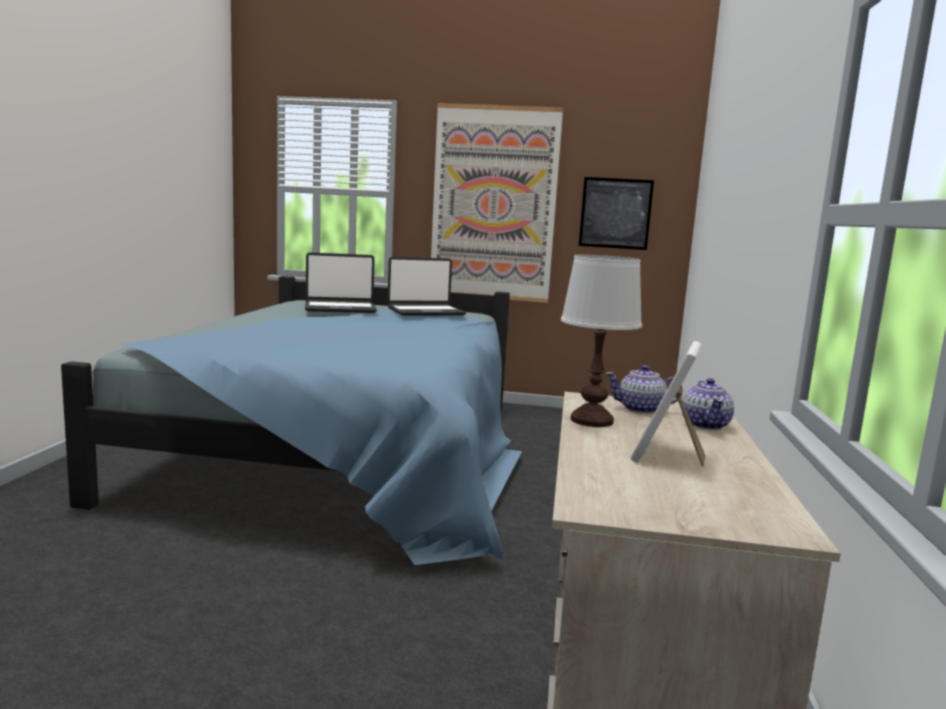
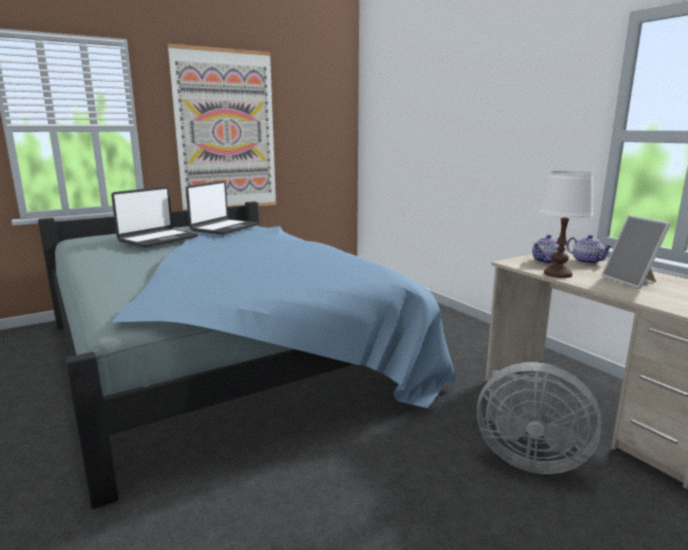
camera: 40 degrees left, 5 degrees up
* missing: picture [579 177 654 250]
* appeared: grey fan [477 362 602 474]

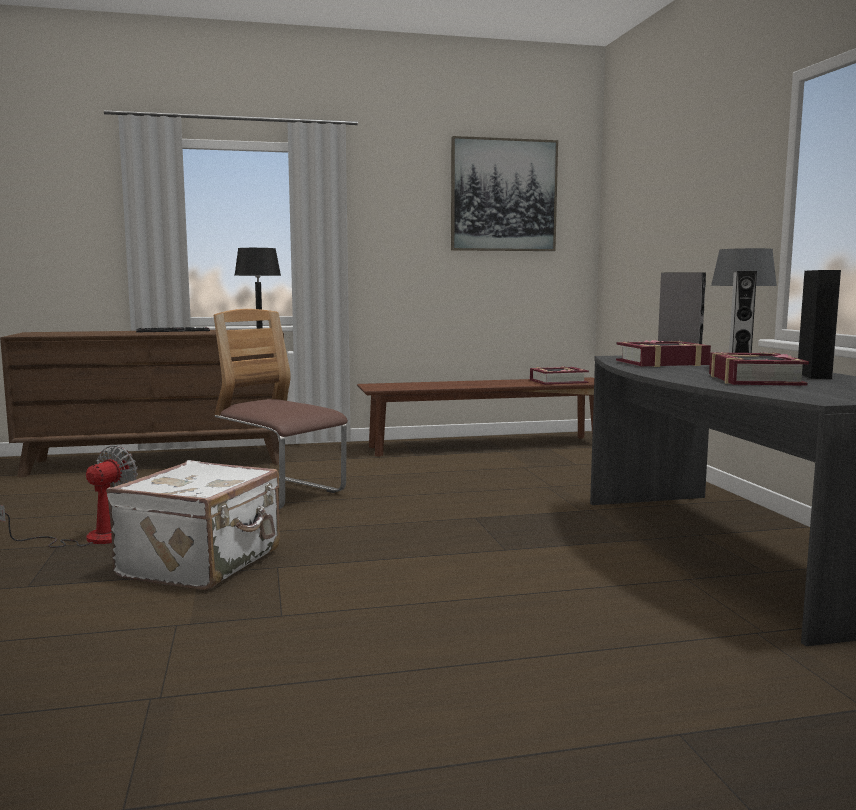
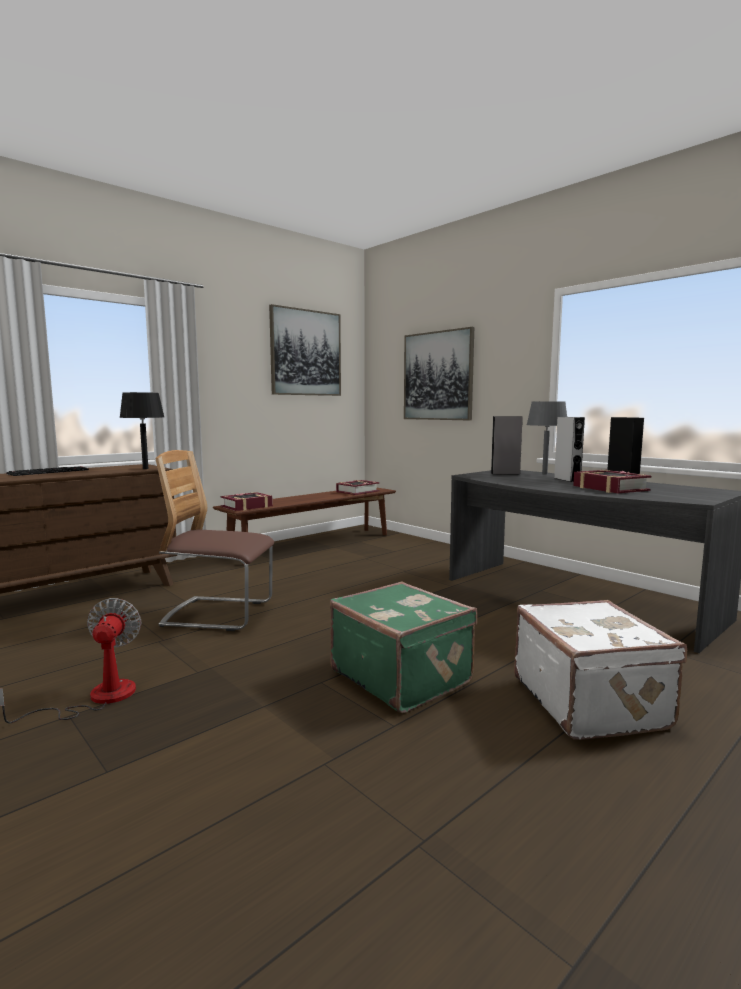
camera: 30 degrees left, 0 degrees up
* relocated: white suitcase [106 460 280 590] to [514 600 687 740]
* relocated: book [616 340 711 367] to [221 492 273 511]
* appeared: green suitcase [330 581 478 713]
* appeared: picture [404 327 474 420]

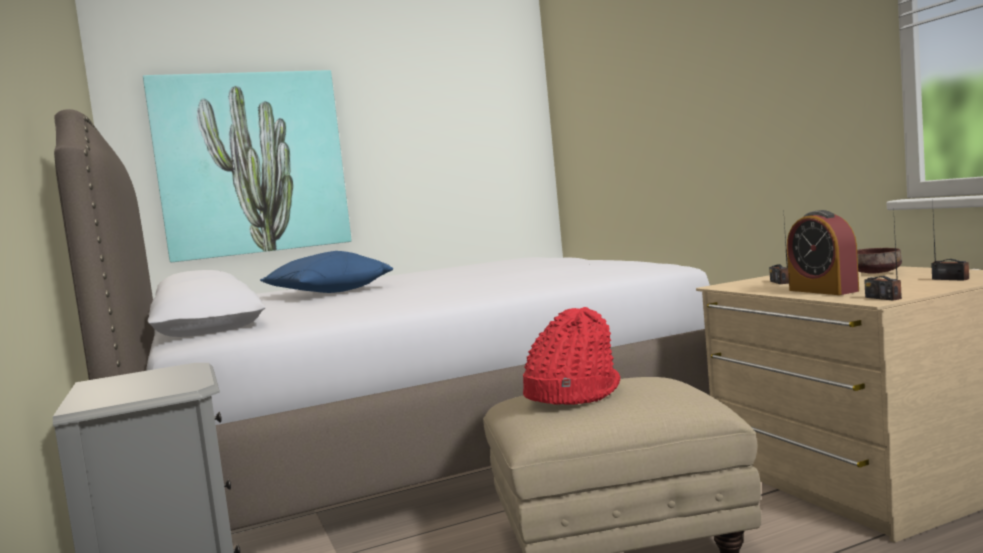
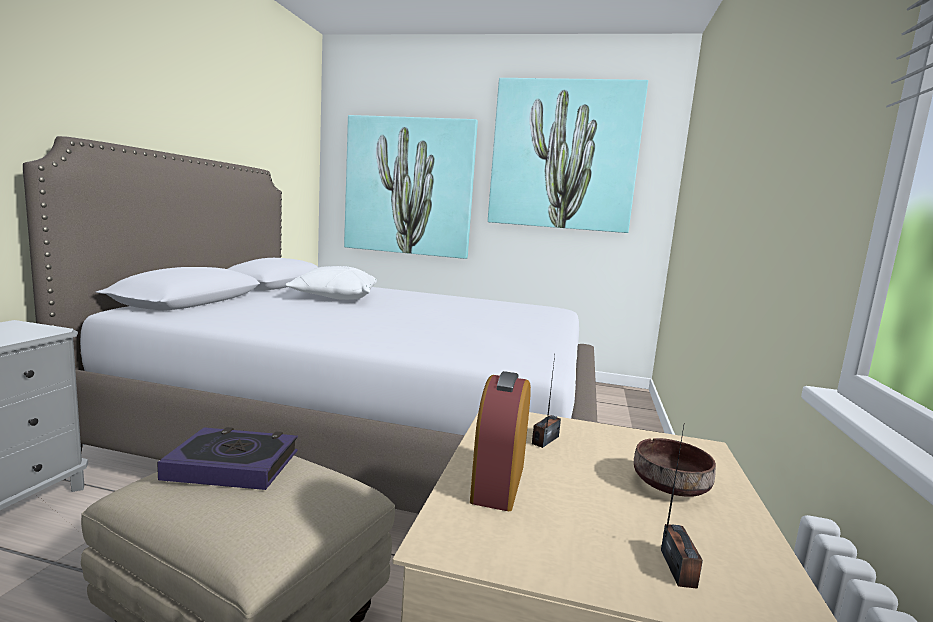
camera: 35 degrees right, 5 degrees up
* colour: blue pillow [260 251 393 293] to white pillow [286 266 377 300]
* exchanged: red hat [523 307 620 405] to book [157 427 298 490]
* missing: radio [864 208 902 301]
* appeared: picture [488 78 648 233]

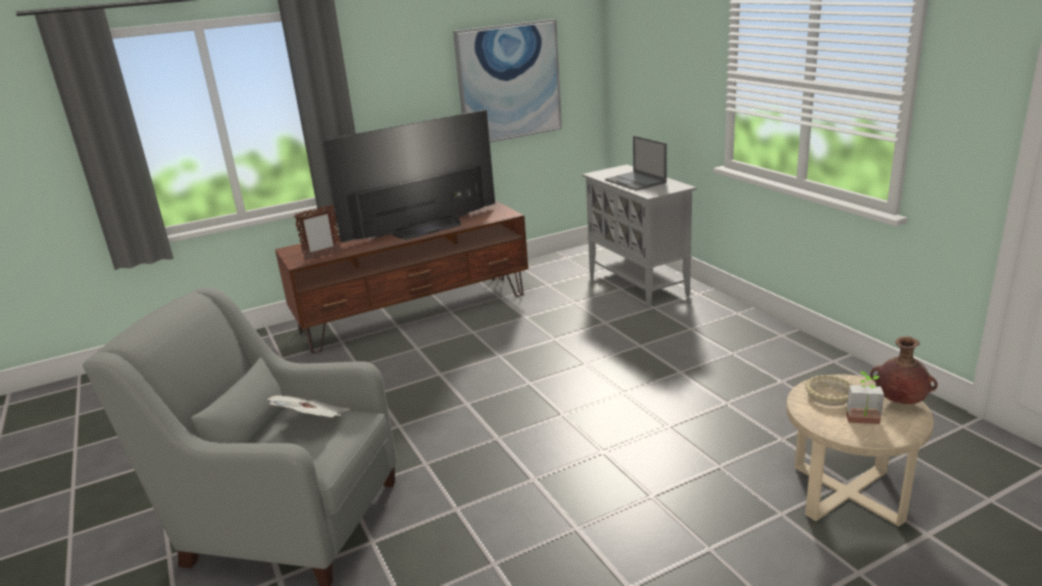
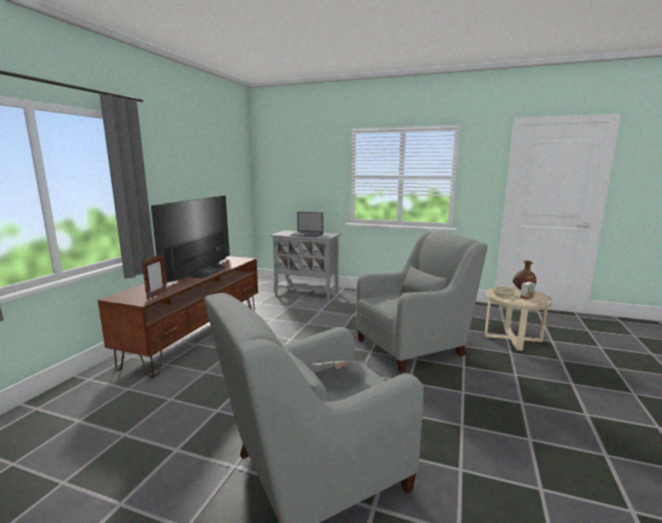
camera: 45 degrees left, 10 degrees down
* missing: picture [453 19 562 142]
* appeared: grey armchair [356 232 488 373]

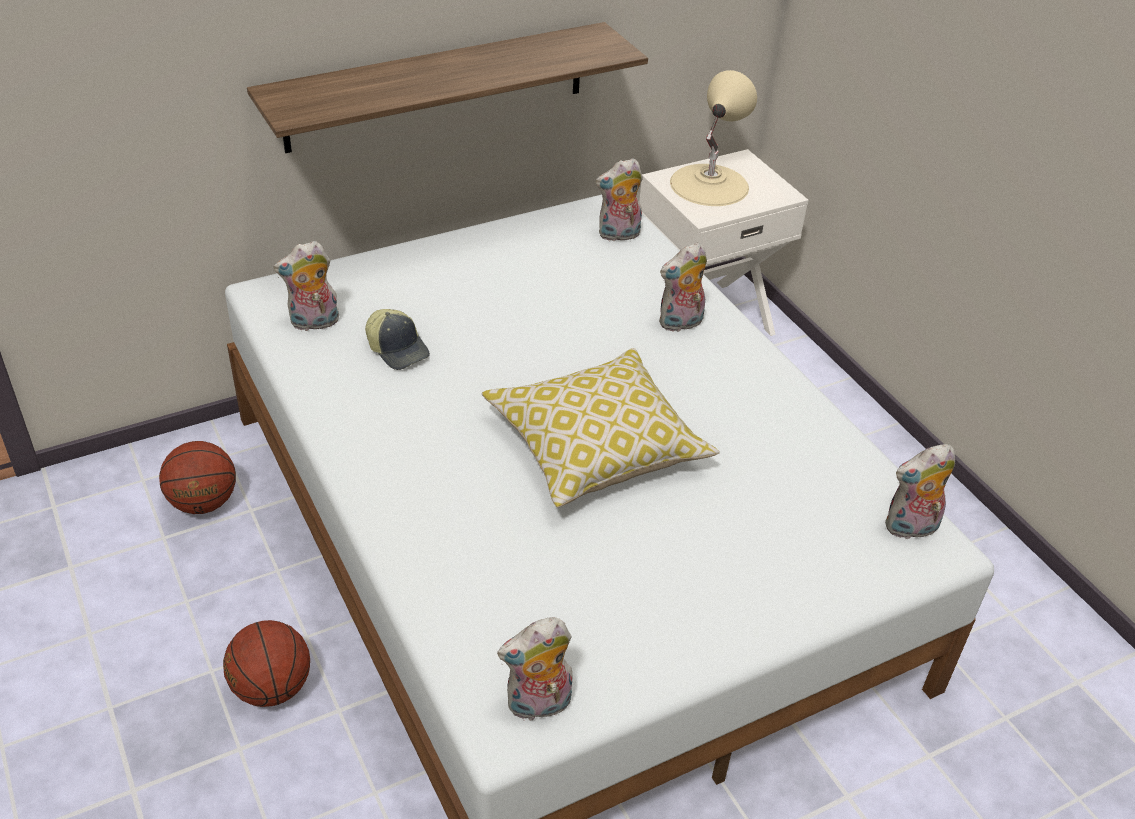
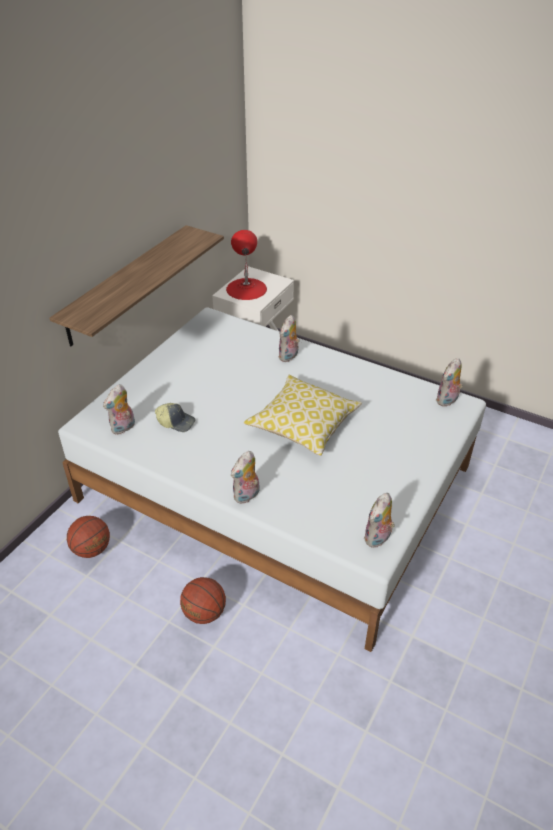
camera: 30 degrees left, 0 degrees up
* relocated: plush toy [596 158 643 241] to [231 451 260 504]
* colour: beige table lamp [670 70 757 206] to red table lamp [226 230 267 300]

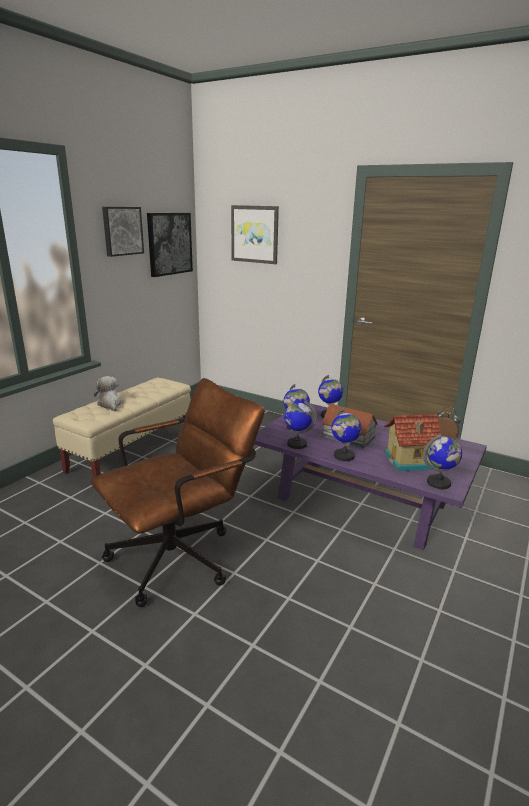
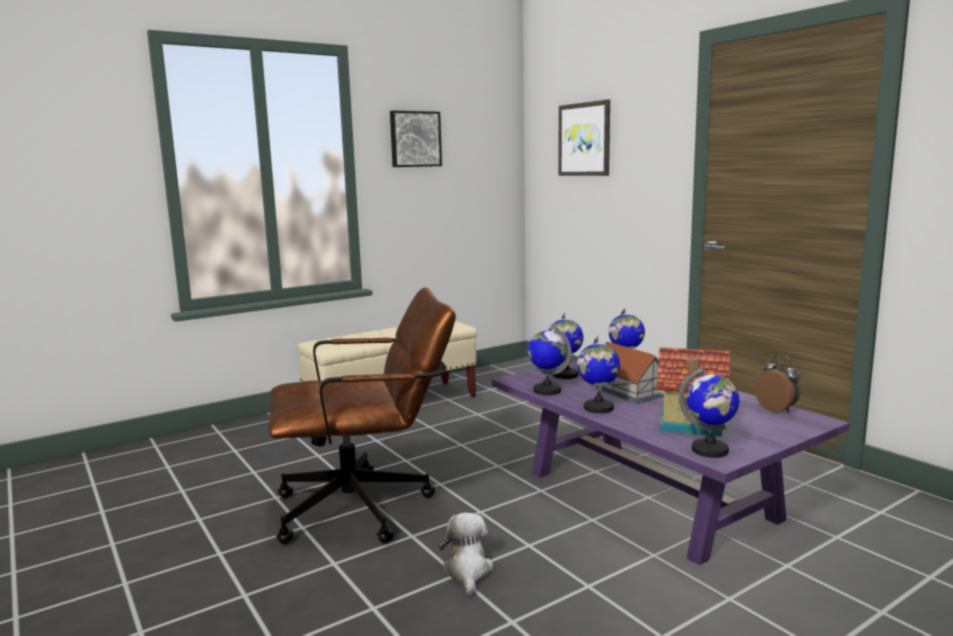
camera: 25 degrees right, 10 degrees down
* relocated: plush toy [94 376 123 412] to [439 513 494 596]
* missing: picture [147 213 193 277]

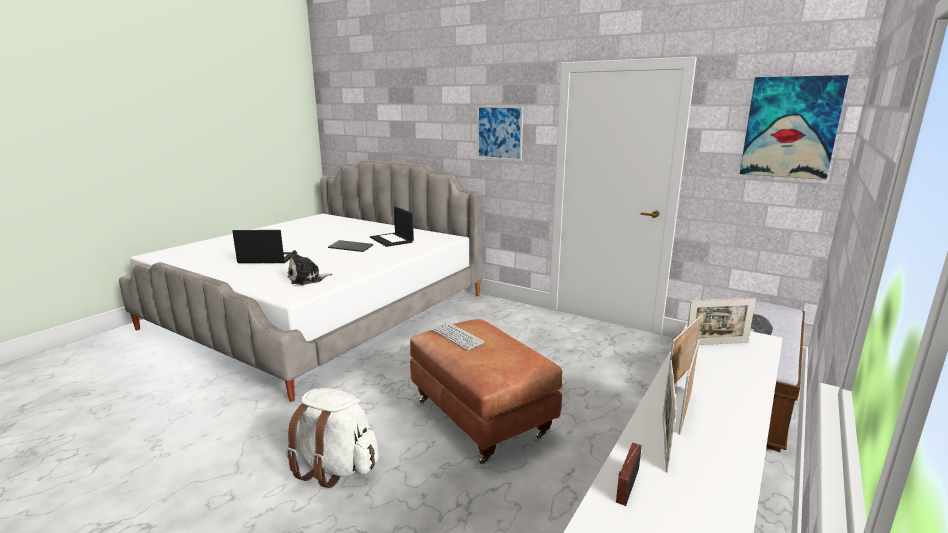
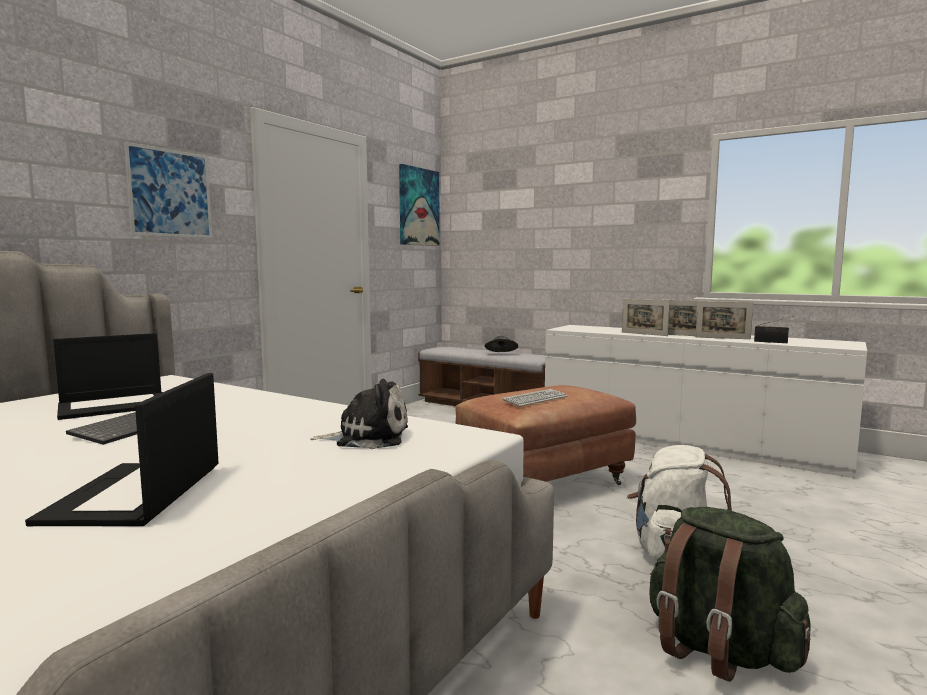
camera: 90 degrees left, 10 degrees down
* spun: plush toy [288 250 332 285] = [310 379 408 449] 60 degrees counterclockwise
* missing: picture frame [687 298 756 345]
* appeared: green backpack [649 507 811 682]

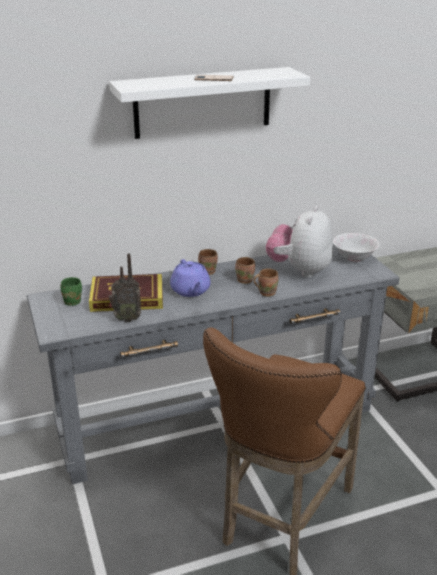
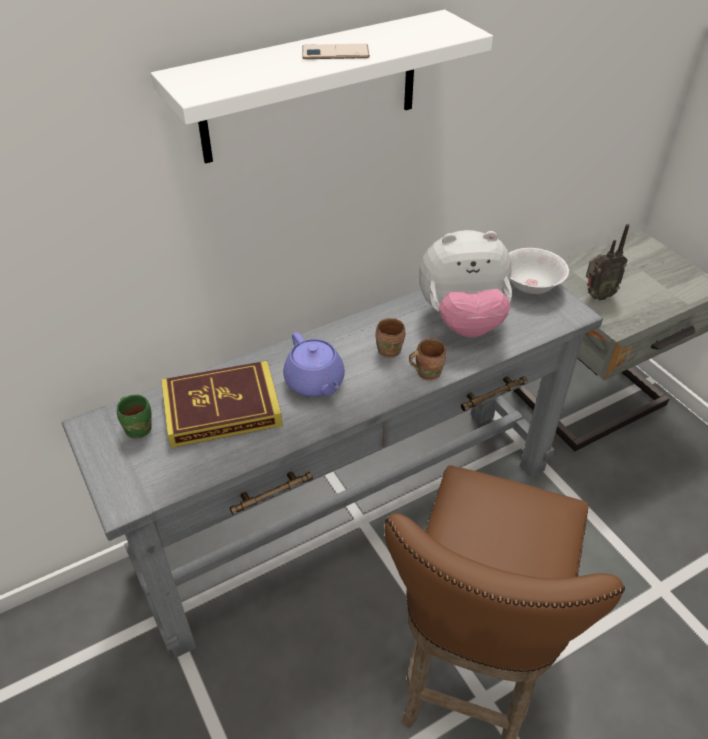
camera: 10 degrees left, 15 degrees up
* relocated: radio [109 253 141 322] to [586 224 629 301]
* missing: brown mug [198 249 218 275]
* spun: plush toy [266 206 333 278] = [419 230 512 337] 105 degrees counterclockwise

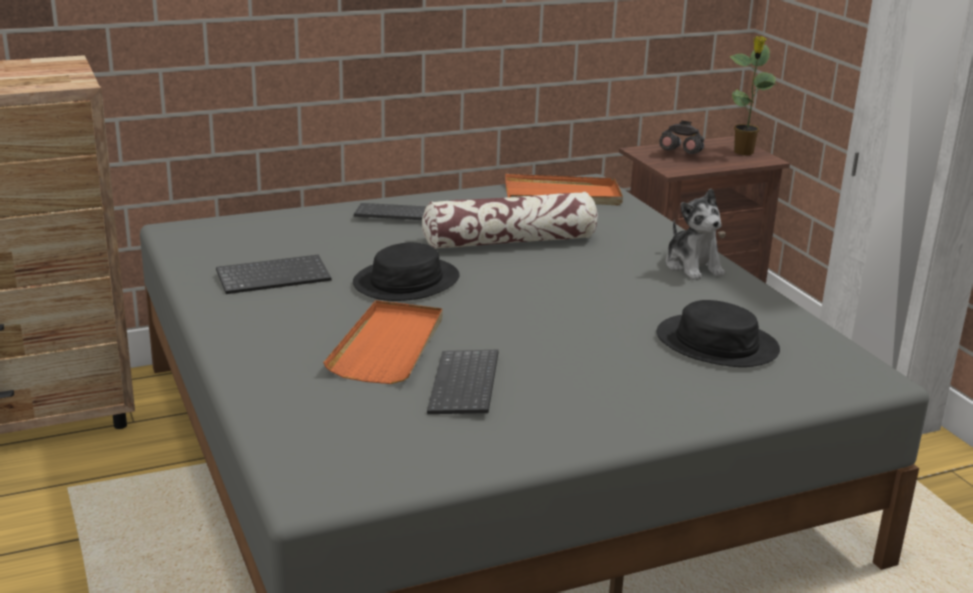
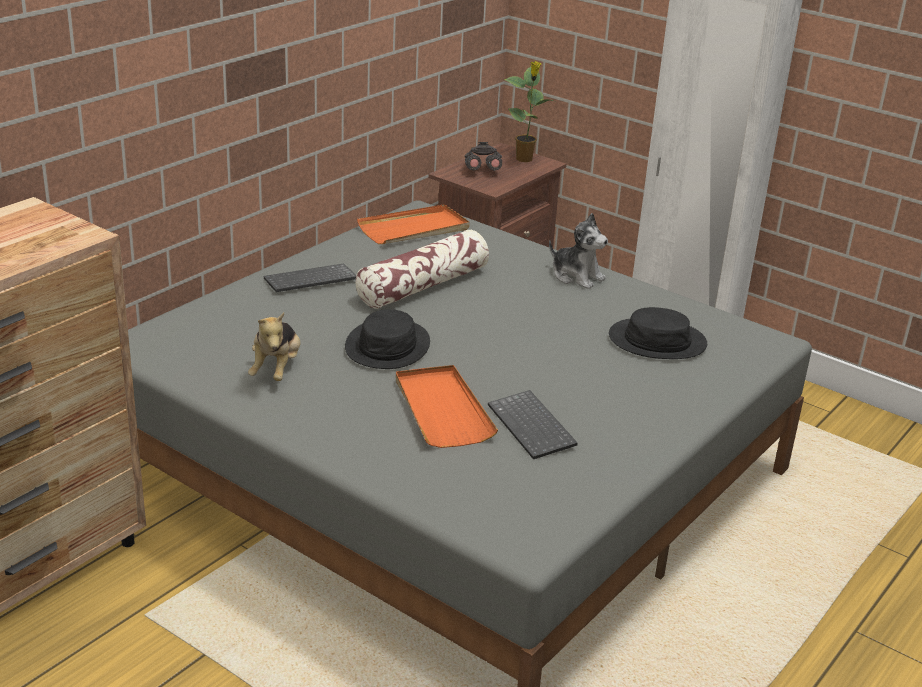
camera: 30 degrees left, 5 degrees up
* exchanged: keyboard [216 255 331 294] to plush toy [248 313 300 381]

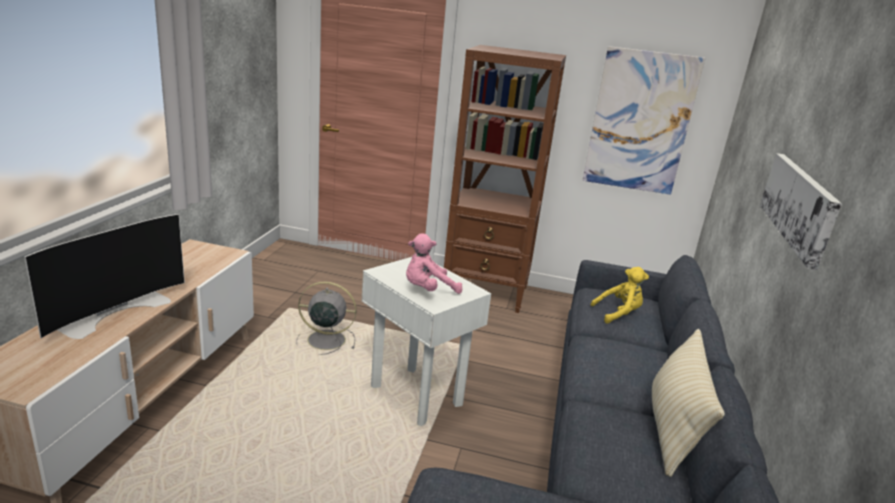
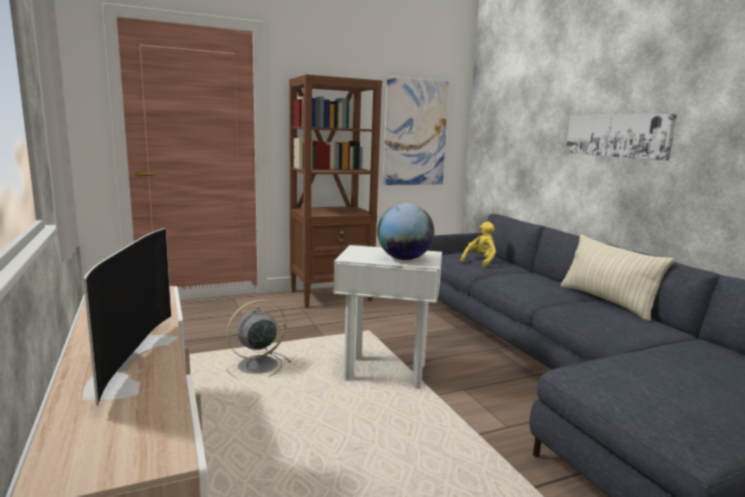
camera: 35 degrees left, 10 degrees down
* exchanged: pink plush toy [406 233 462 294] to globe [377 203 434 260]

